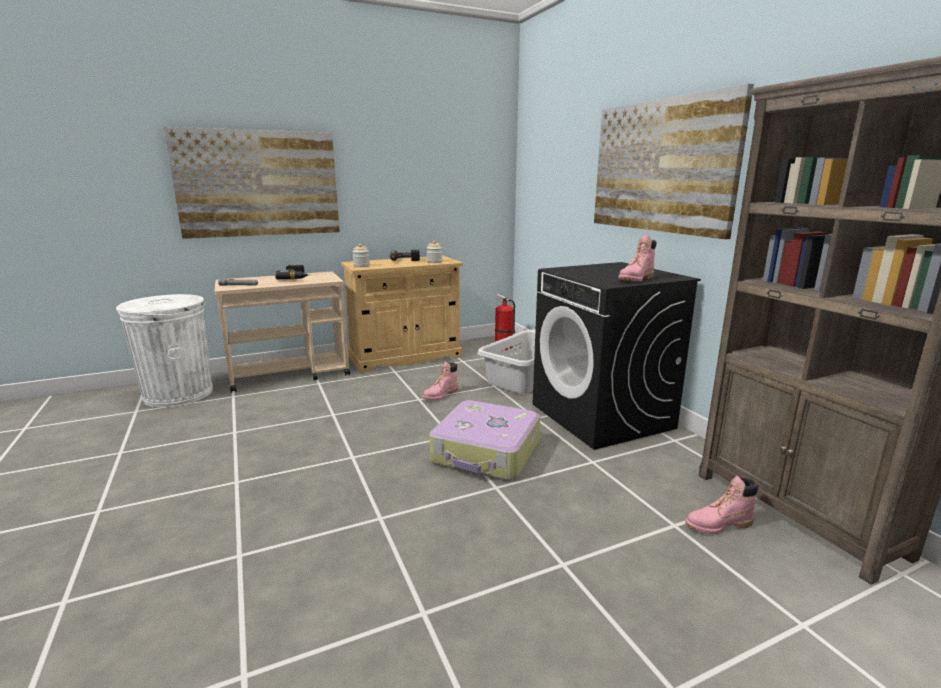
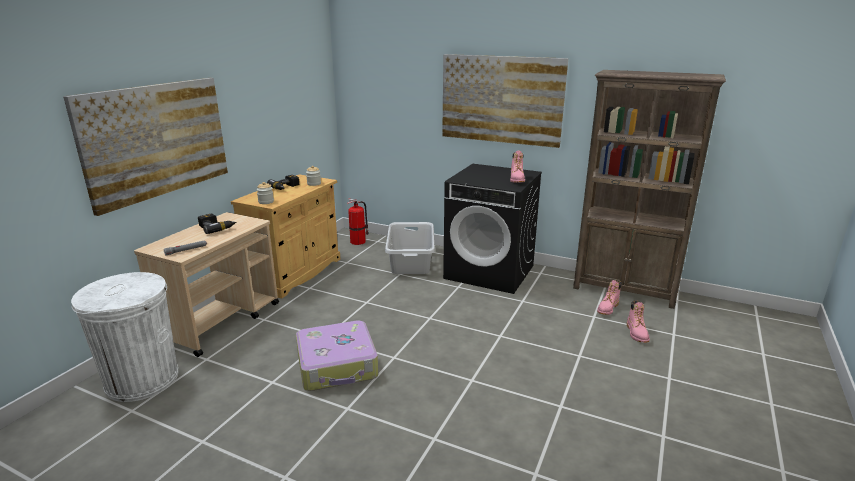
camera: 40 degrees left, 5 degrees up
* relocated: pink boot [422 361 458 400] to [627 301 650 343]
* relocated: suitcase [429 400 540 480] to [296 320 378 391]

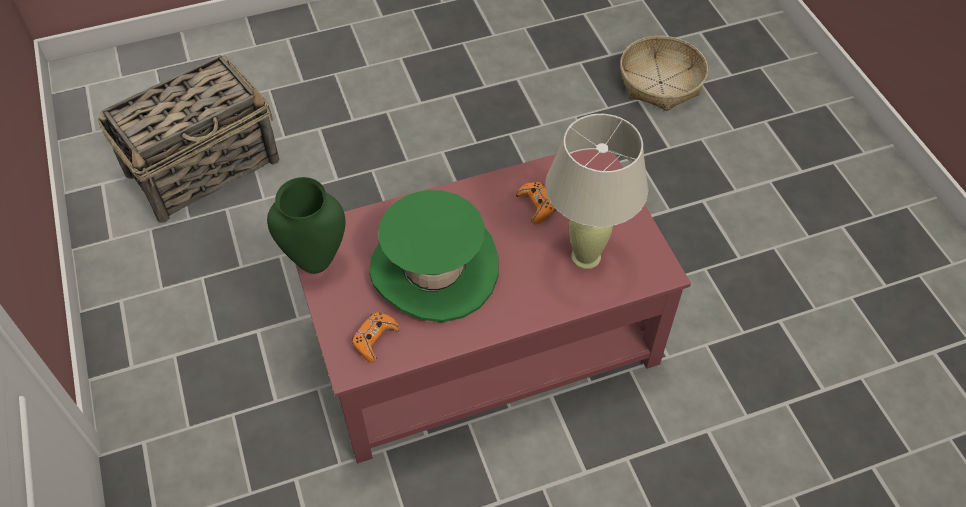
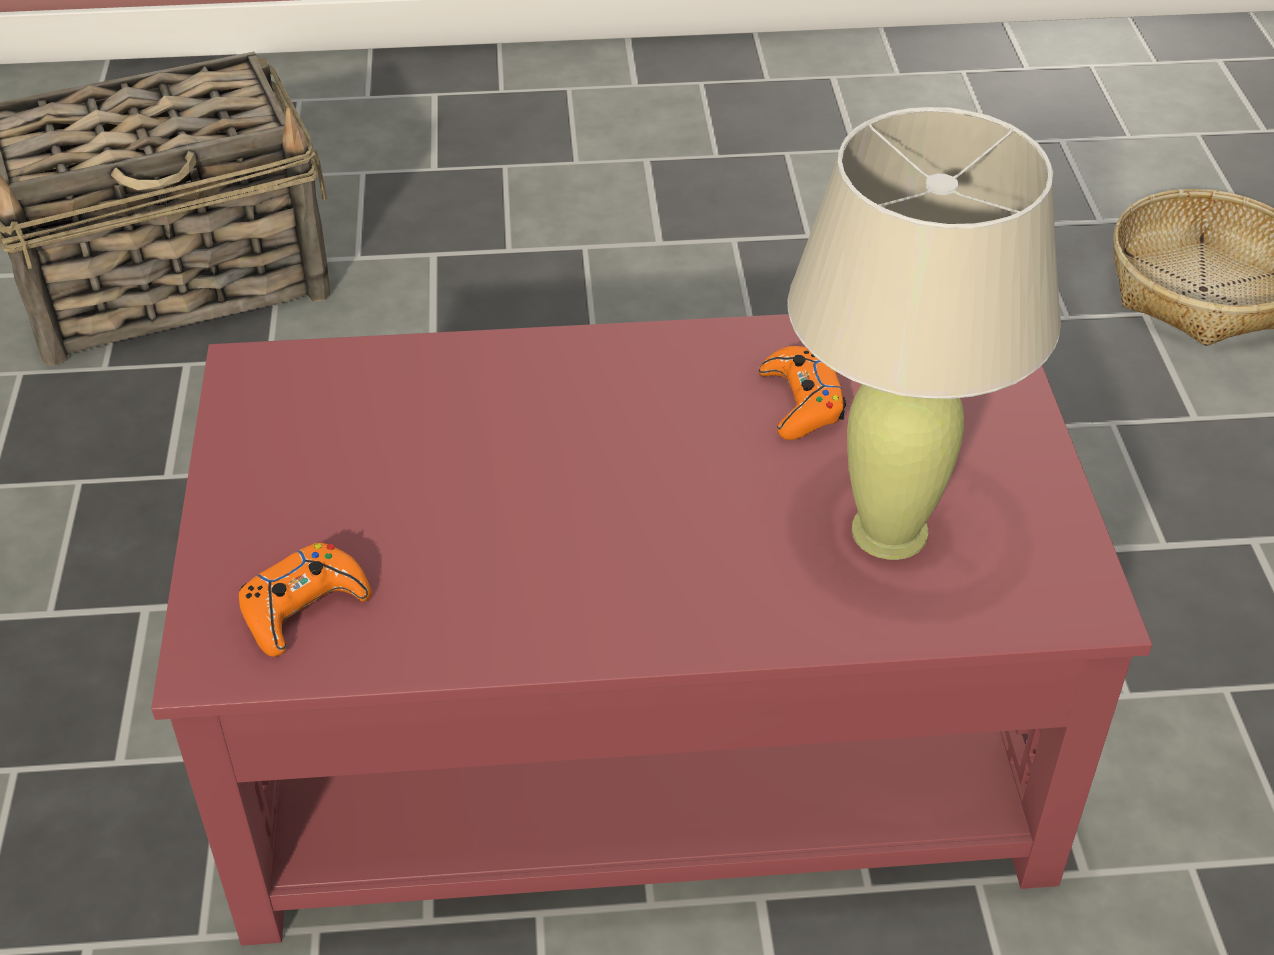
camera: 15 degrees right, 10 degrees down
* missing: green vase [267 177 346 274]
* missing: green hat [369 190 499 322]

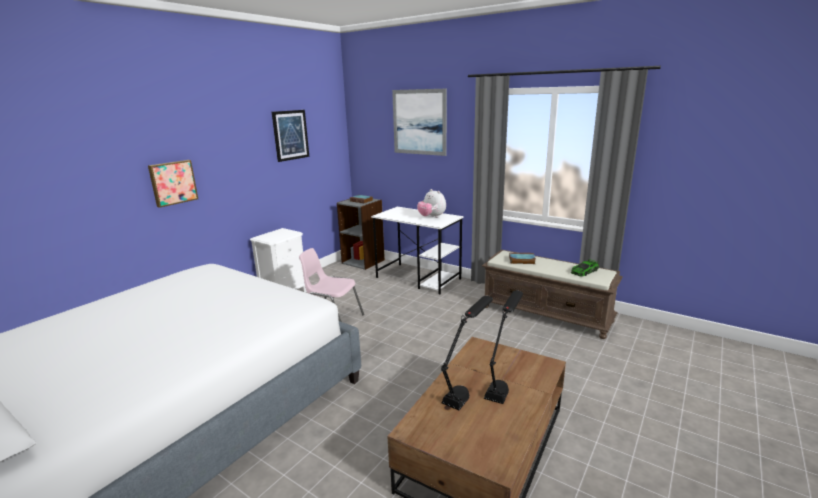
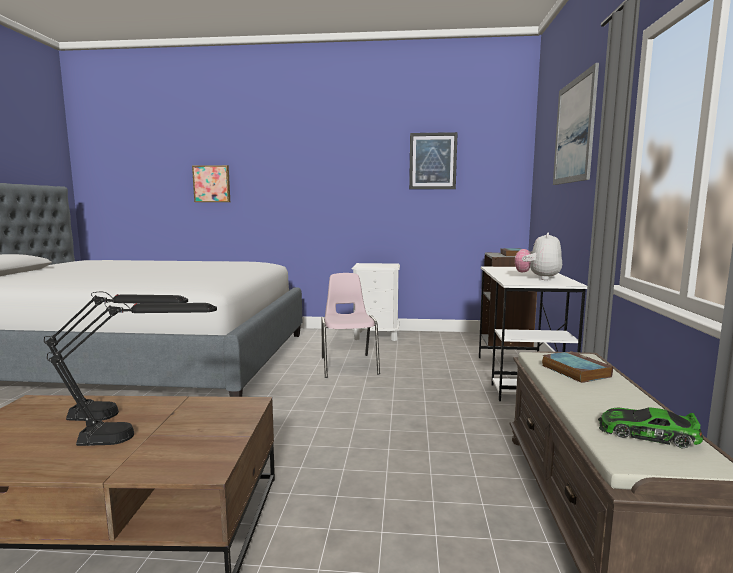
camera: 60 degrees right, 10 degrees down
* relocated: picture [148 160 198 208] to [192 165 230 202]

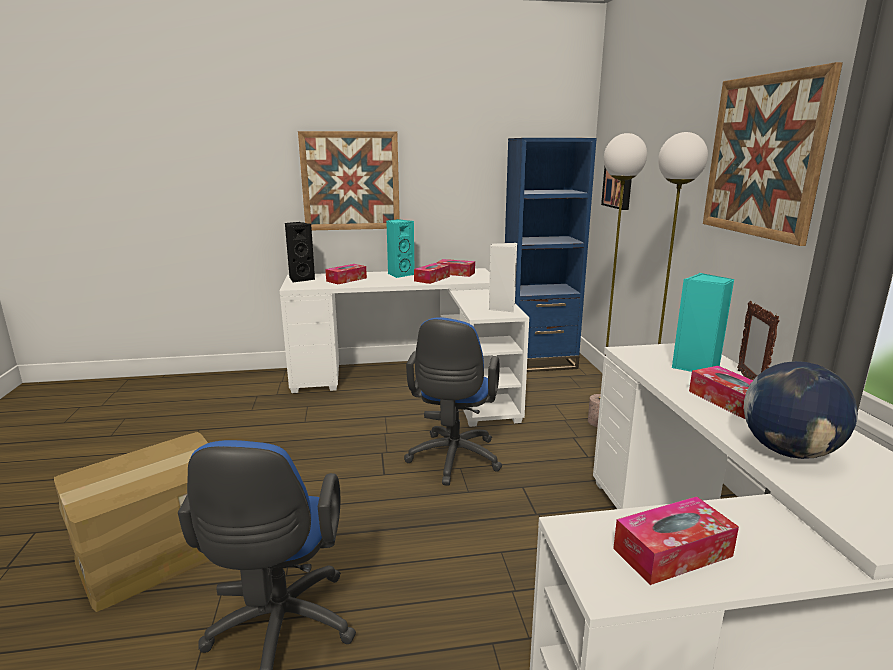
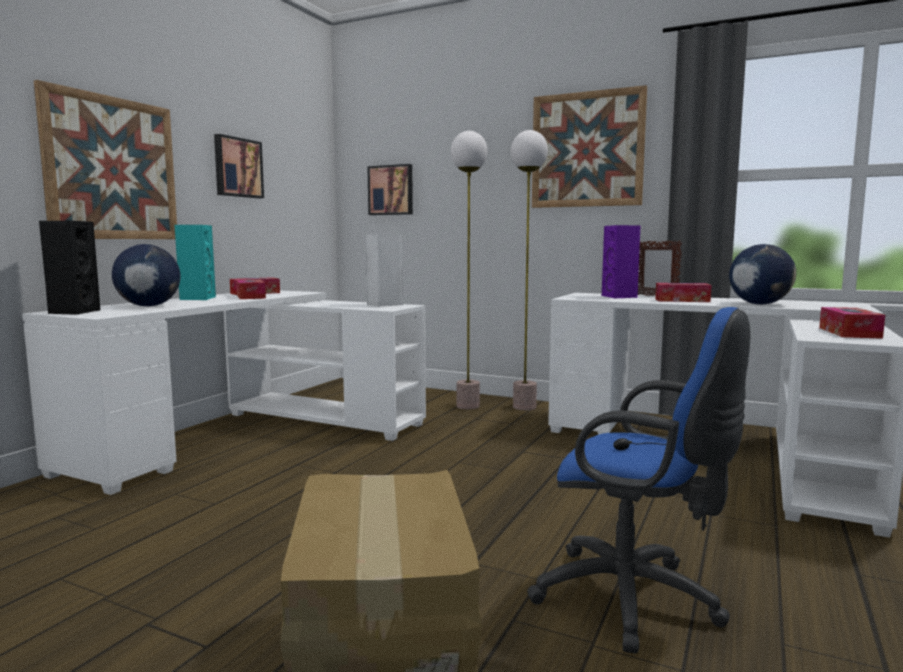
camera: 55 degrees left, 10 degrees down
* exchanged: tissue box [325 264 367 284] to globe [112 244 181 306]
* missing: blue office chair [404 317 502 486]
* missing: blue bookcase [505 138 597 372]
* colour: turquoise speaker [672 273 734 372] to purple speaker [602 225 641 298]
* appeared: picture [214 134 264 198]

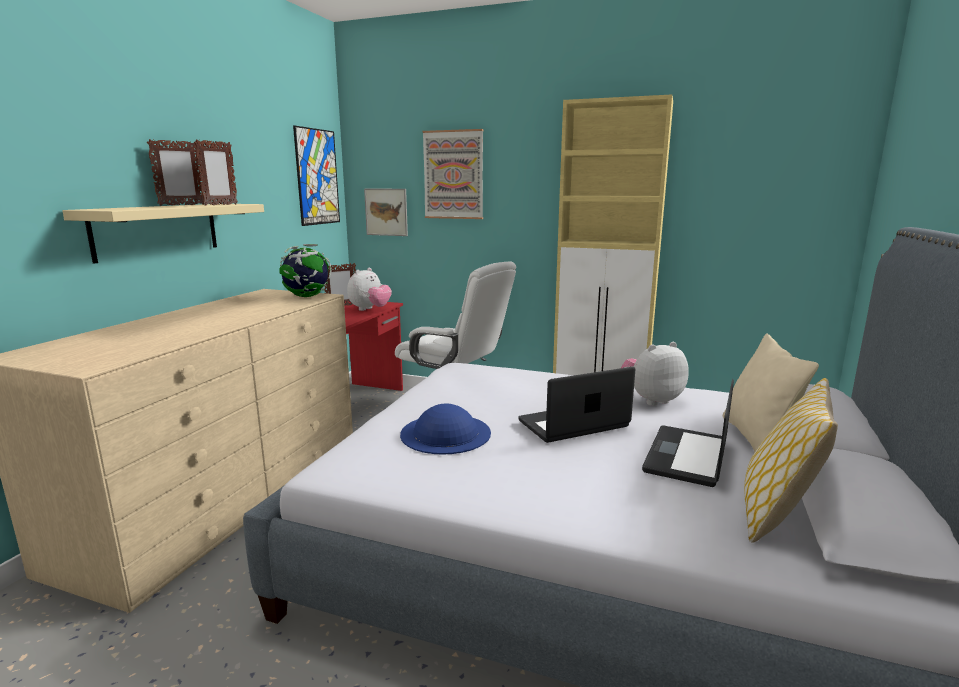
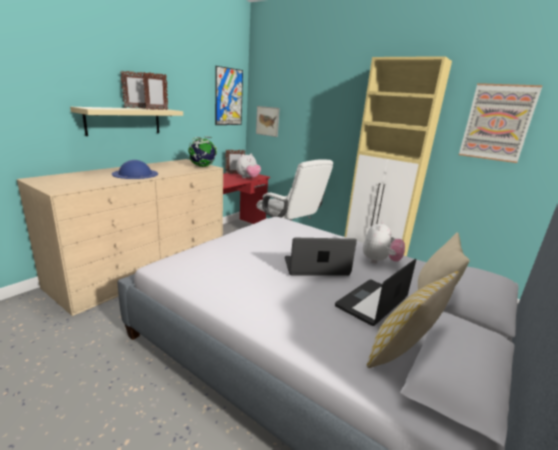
camera: 15 degrees right, 5 degrees up
* relocated: blue hat [400 404 491 455] to [112 160 158 179]
* relocated: picture [422 129 483 219] to [459 83 543 163]
* spun: plush toy [621 342 689 406] = [363 221 405 264] 120 degrees clockwise

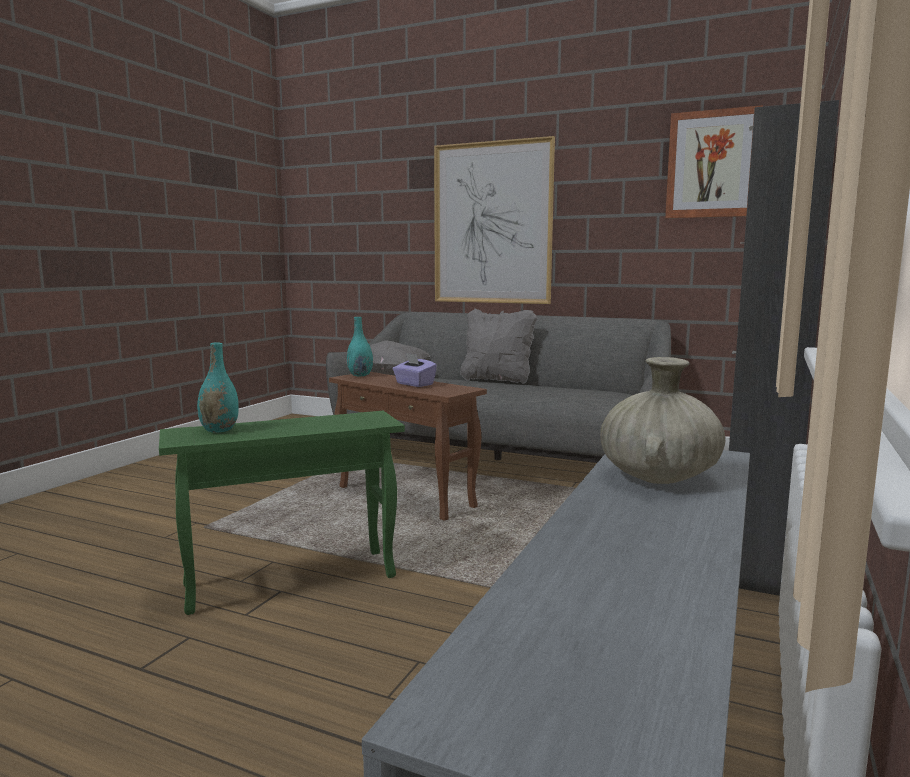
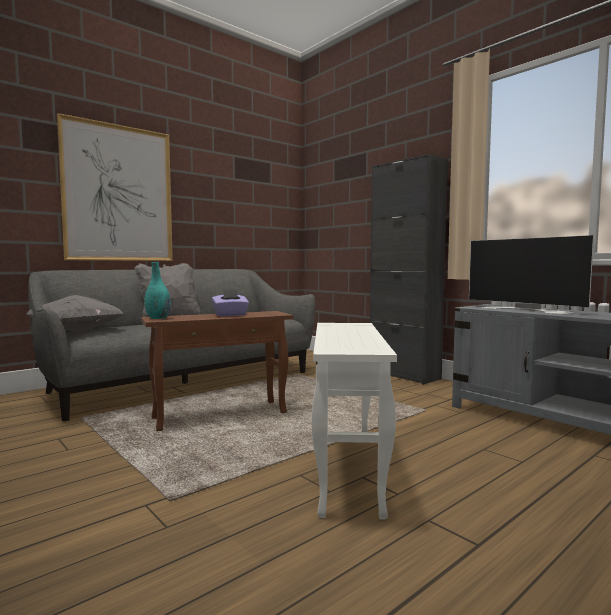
camera: 65 degrees left, 5 degrees down
* colour: green side table [159 411 405 615] to white side table [312 323 397 519]
* missing: turquoise vase [197 343 239 433]
* exchanged: beige vase [600 357 725 484] to television [469 235 594 314]
* missing: picture [665 105 763 219]

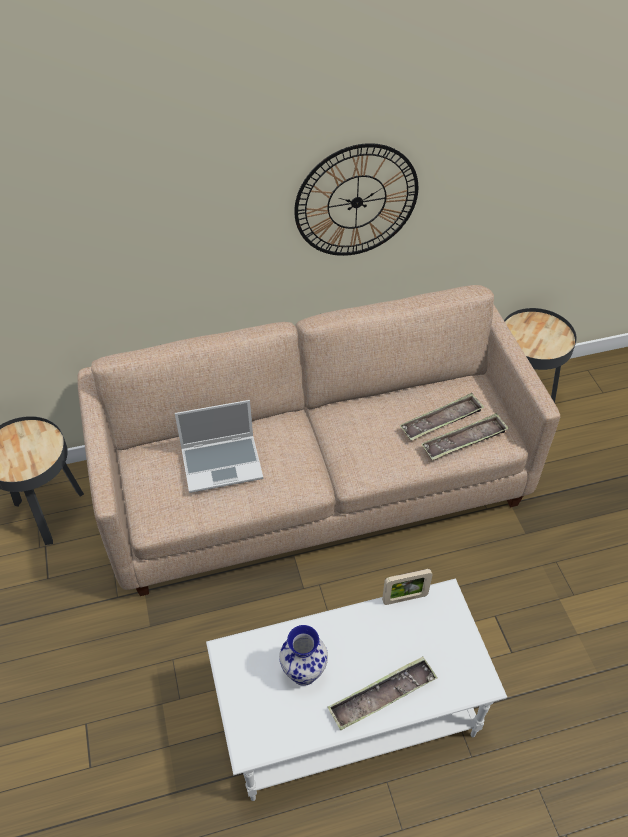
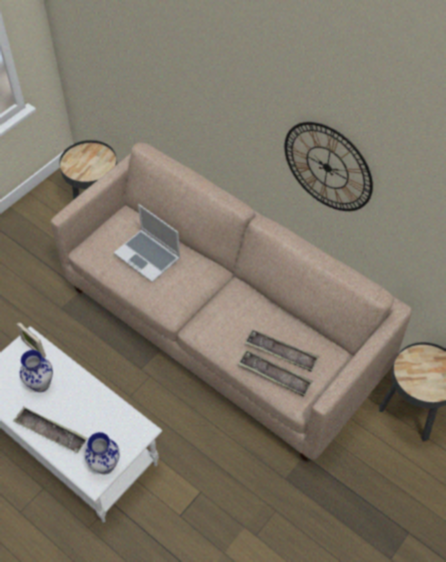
camera: 55 degrees right, 5 degrees up
* relocated: picture frame [382 569 432 605] to [16 322 46 358]
* appeared: vase [84 432 120 474]

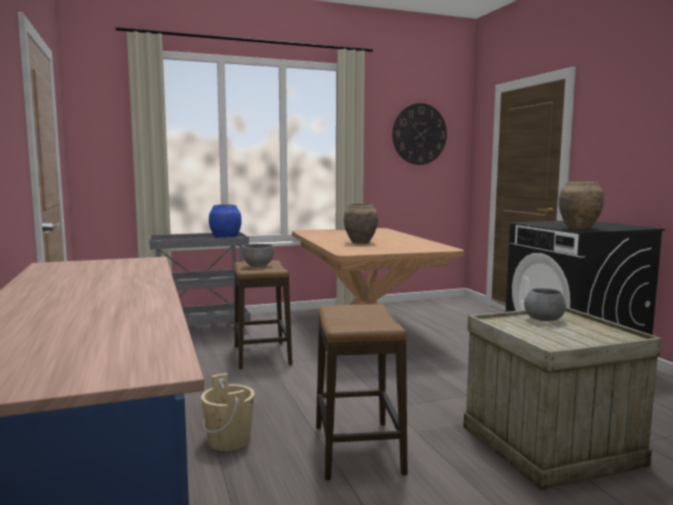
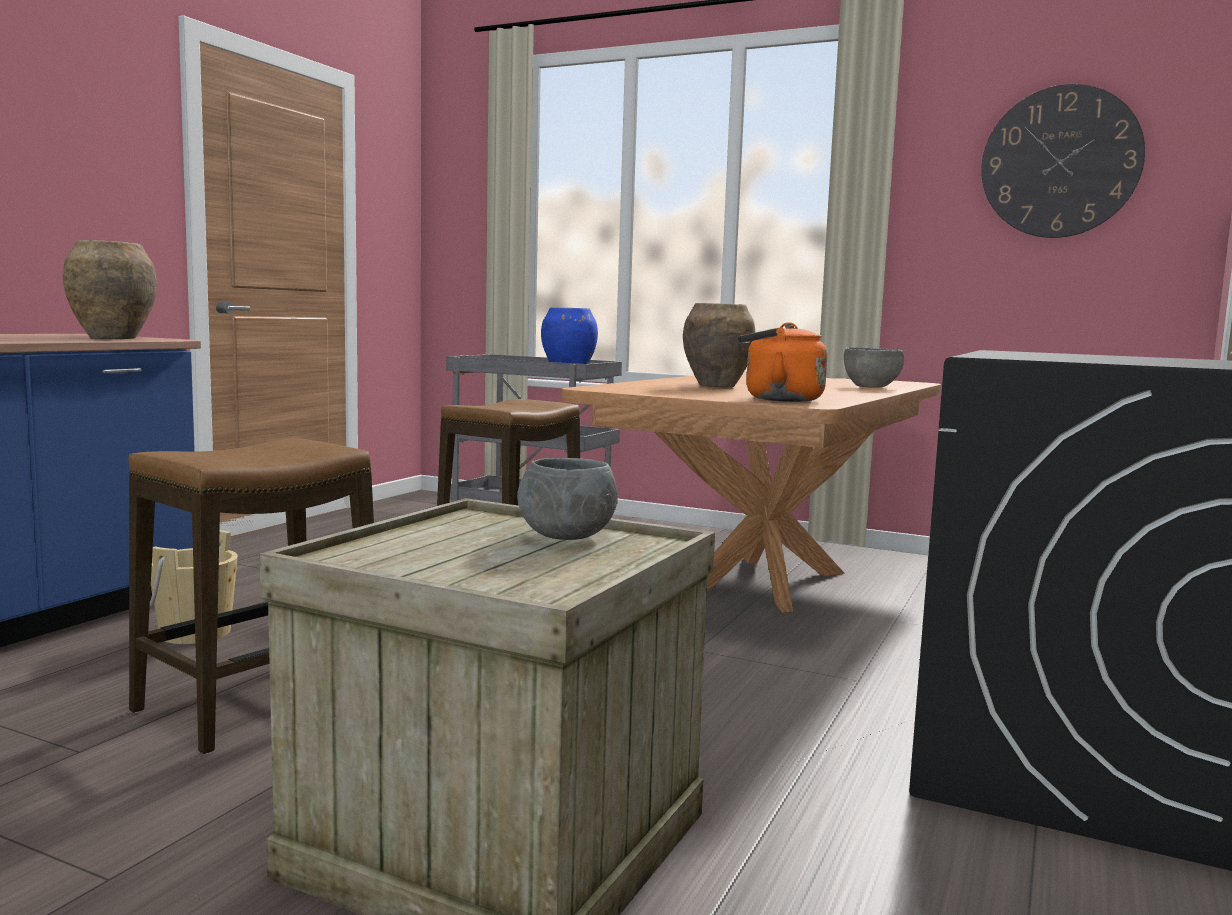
camera: 45 degrees right, 0 degrees up
* relocated: grey bowl [242 244 274 267] to [844 347 904 388]
* relocated: brown vase [559 182 604 230] to [63 240 157 339]
* appeared: orange kettle [738 322 827 402]

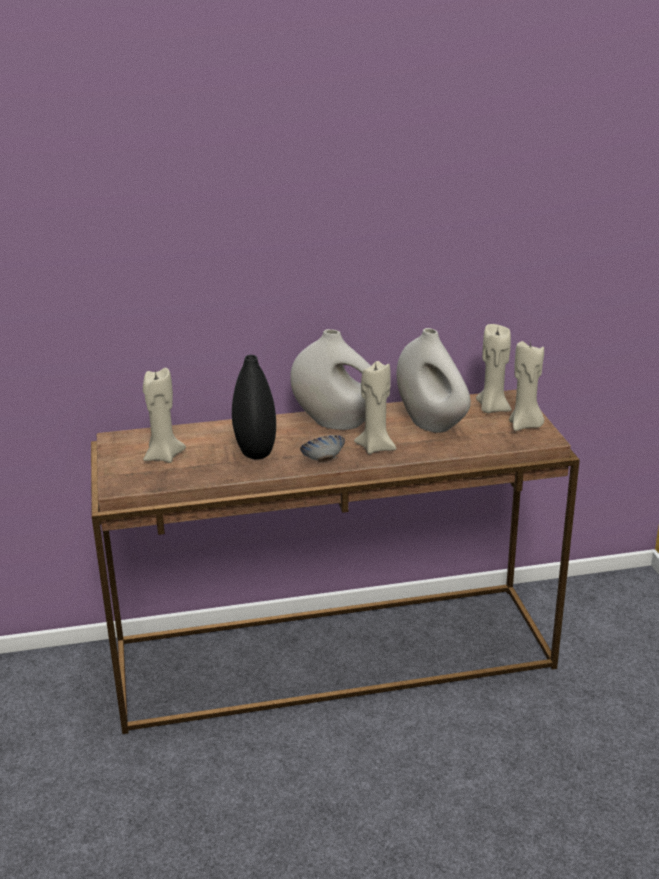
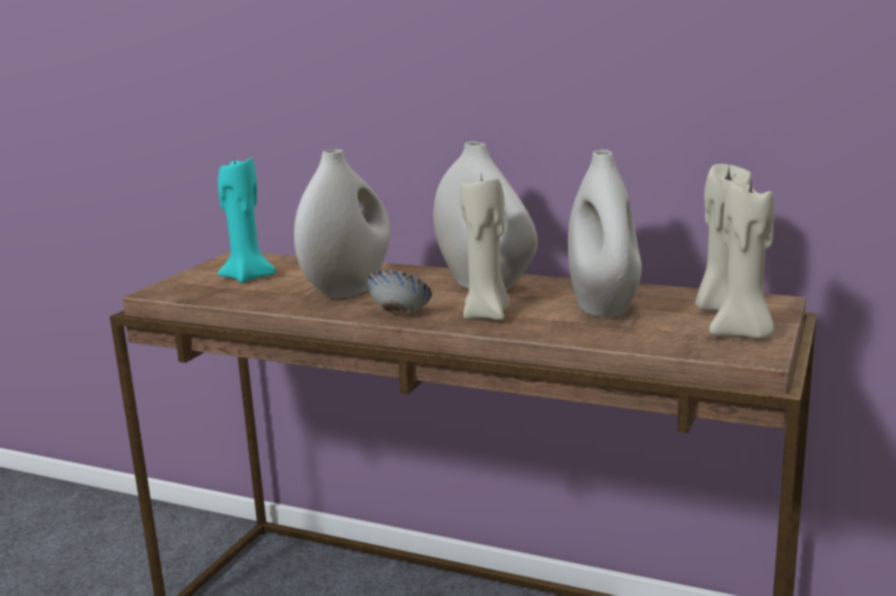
camera: 35 degrees right, 10 degrees down
* colour: beige candle [143 368 186 463] to turquoise candle [218 157 276 283]
* colour: black vase [232 355 276 459] to white vase [294 150 390 298]

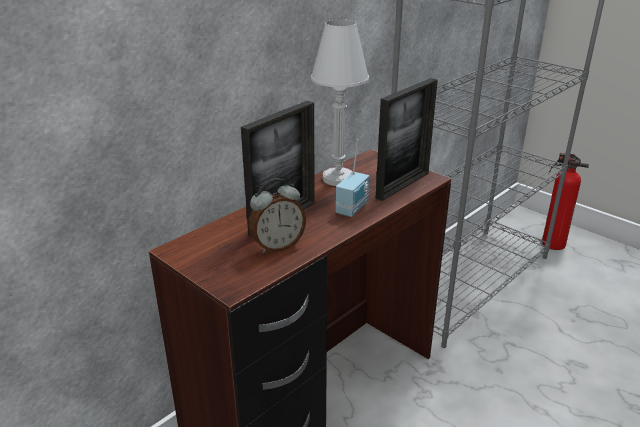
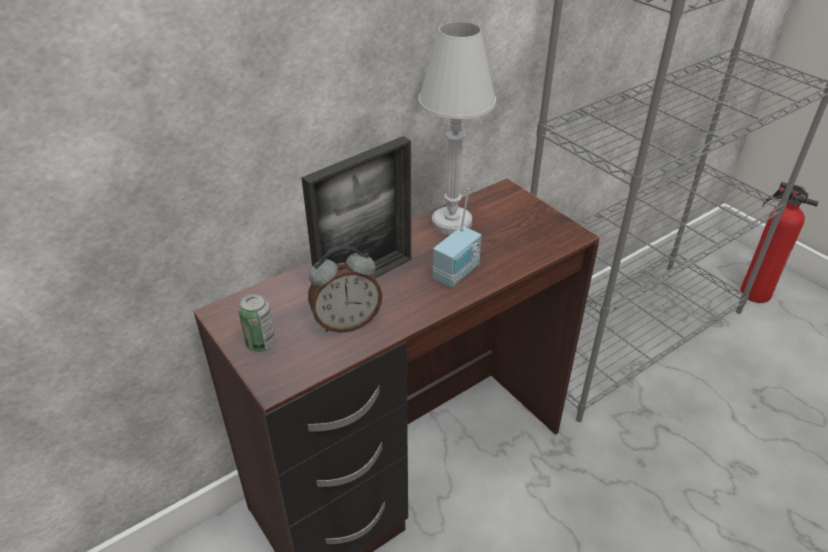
camera: 10 degrees right, 10 degrees up
* missing: picture frame [376 78 438 201]
* appeared: can [238 293 276 352]

